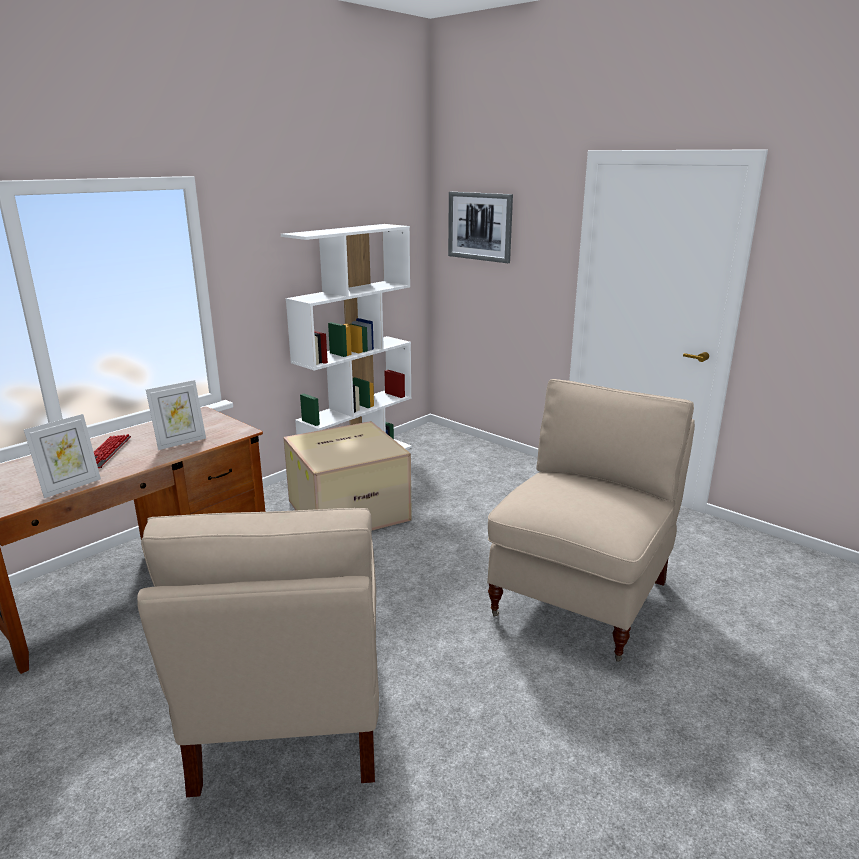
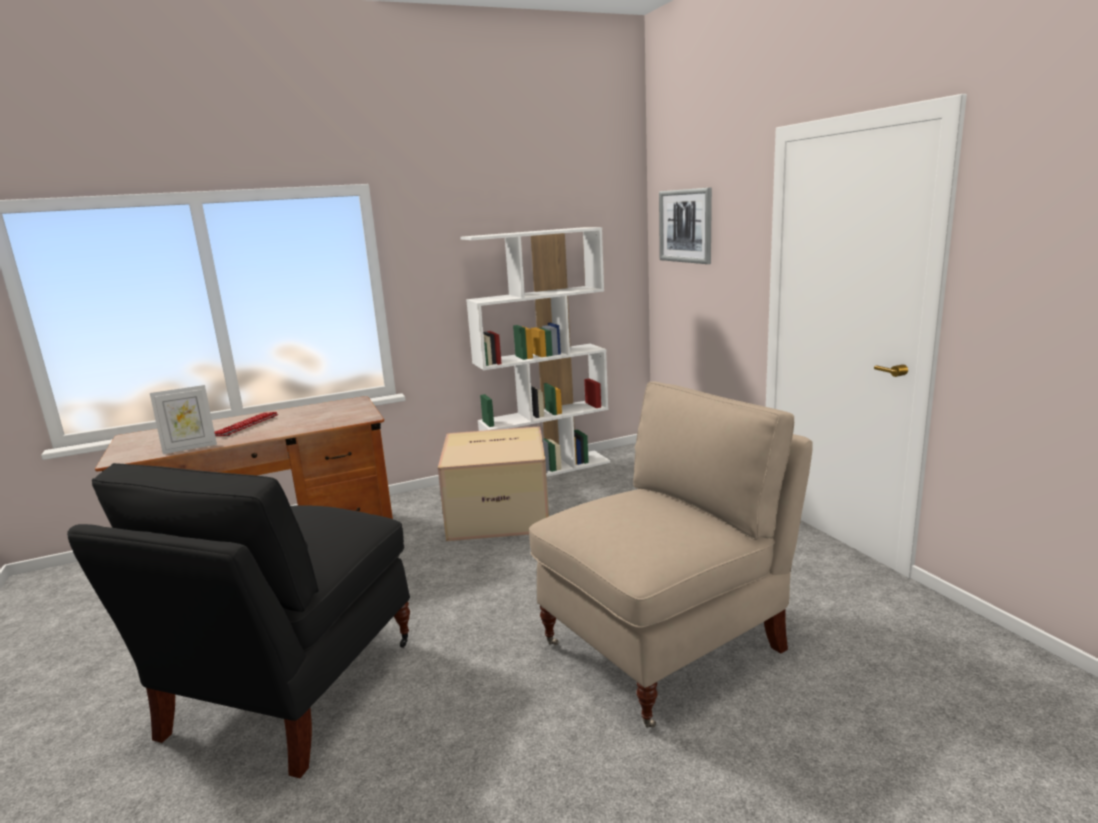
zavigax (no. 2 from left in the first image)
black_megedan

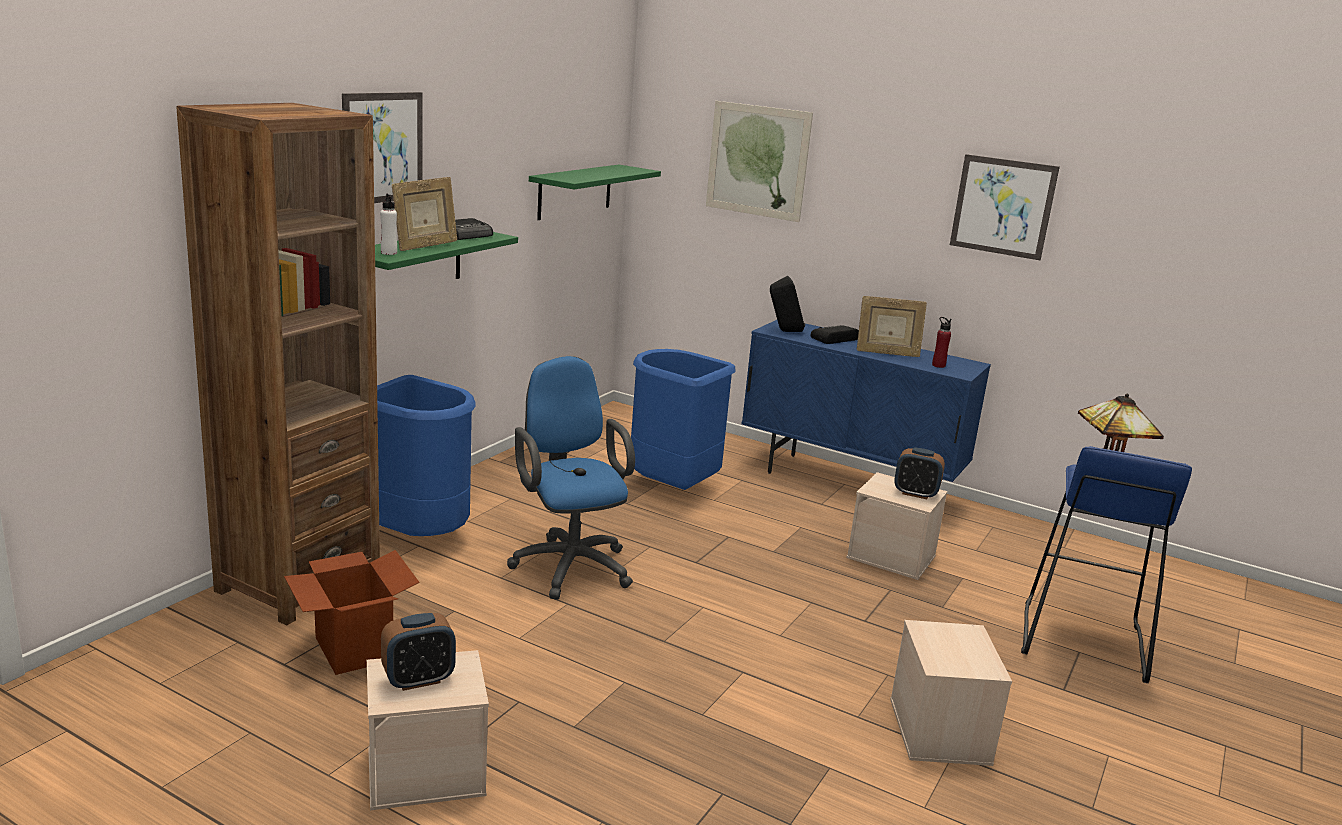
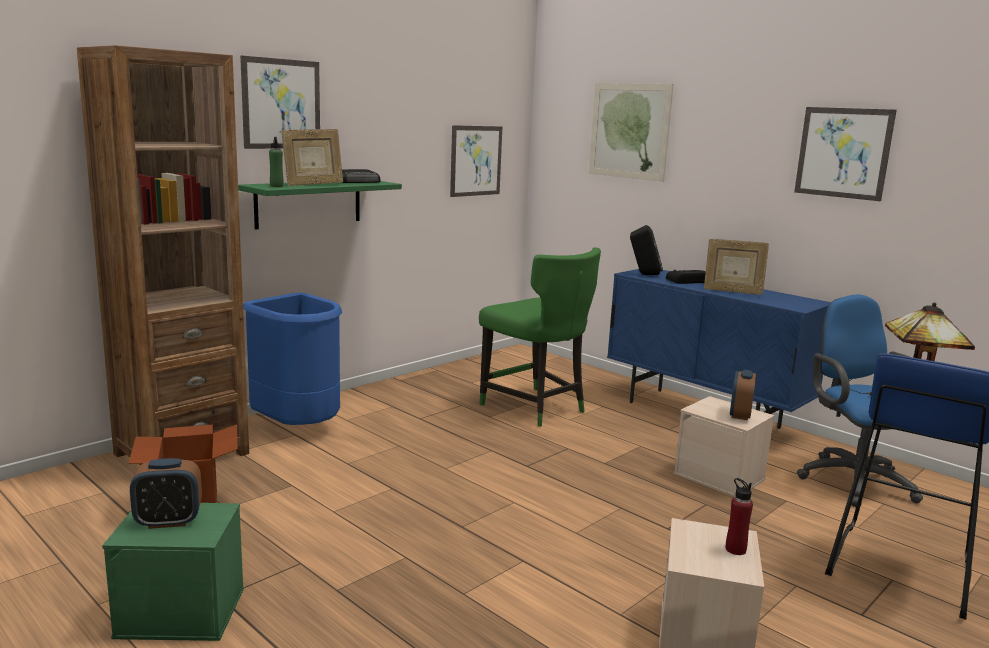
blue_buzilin
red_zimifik
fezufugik (no. 2 from left)
green_megedan
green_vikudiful
green_zimifik
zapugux (no. 2 from left)

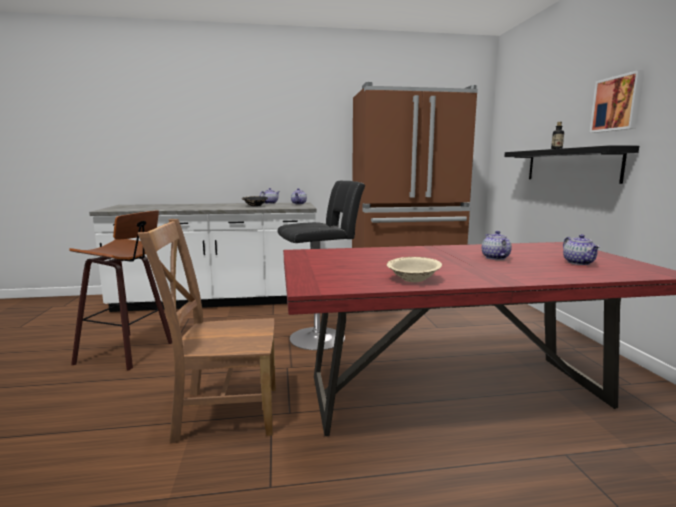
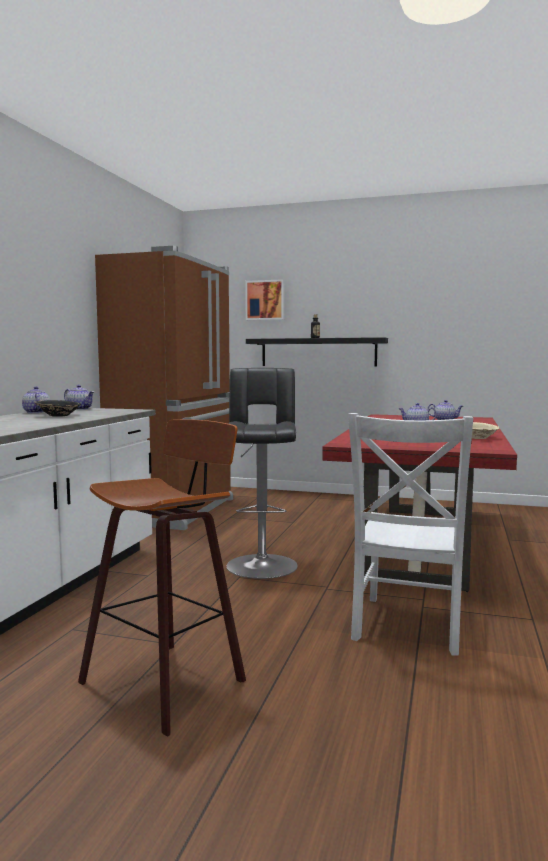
fezufugik
white_megedan

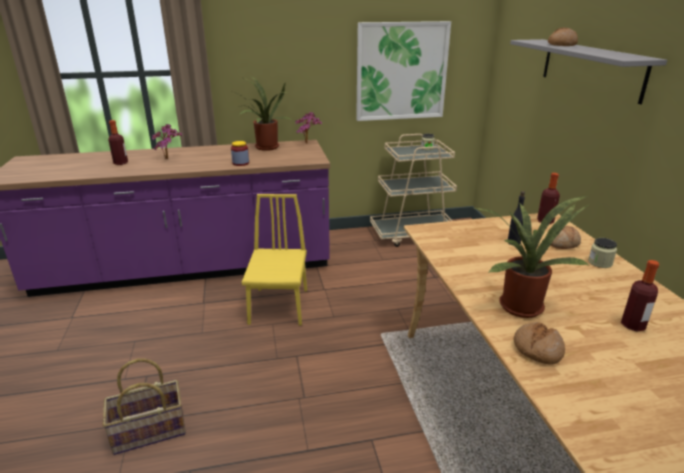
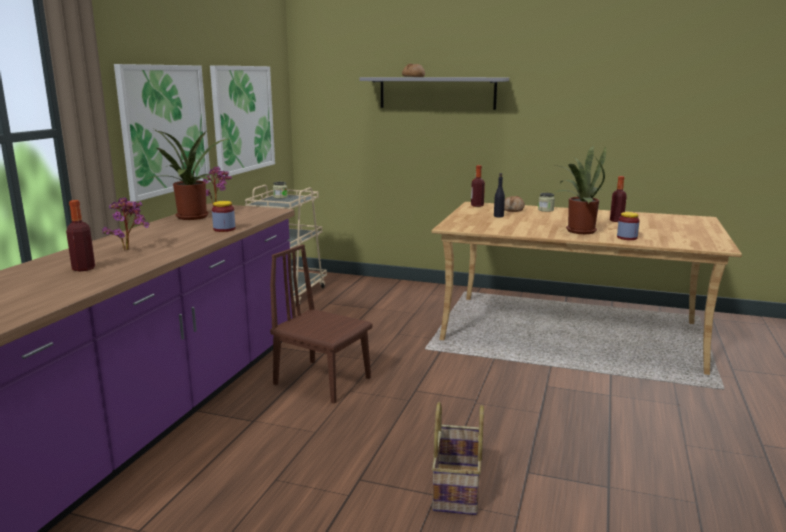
fezufugik (no. 1 from left)
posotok (no. 4 from left)
brown_megedan

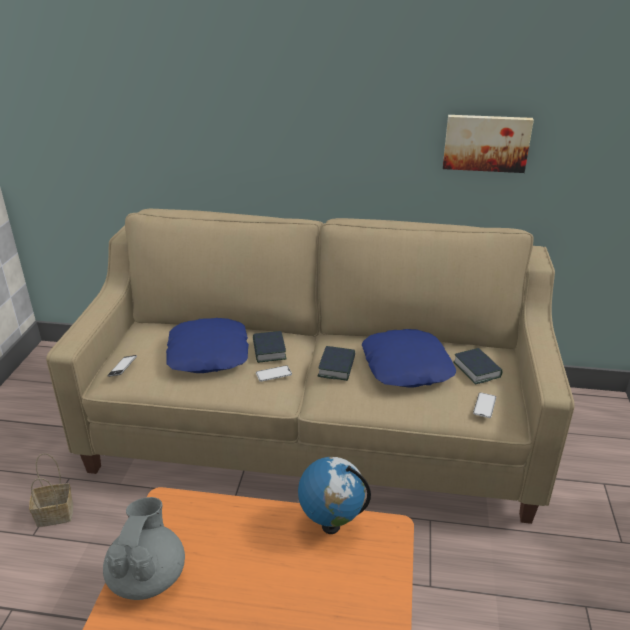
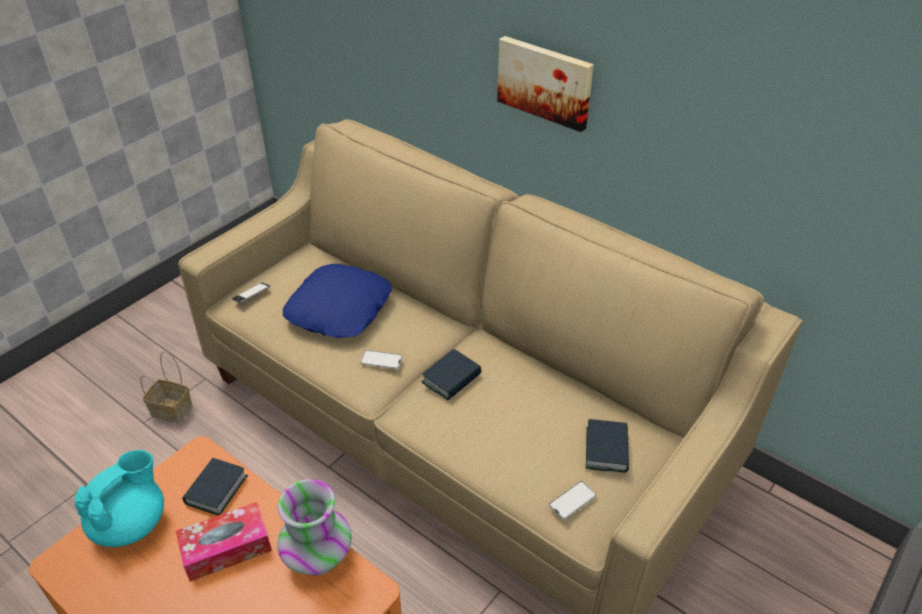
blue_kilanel (no. 2 from left in the first image)
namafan
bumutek (no. 1 from left)
fezufugik
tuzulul
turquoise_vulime

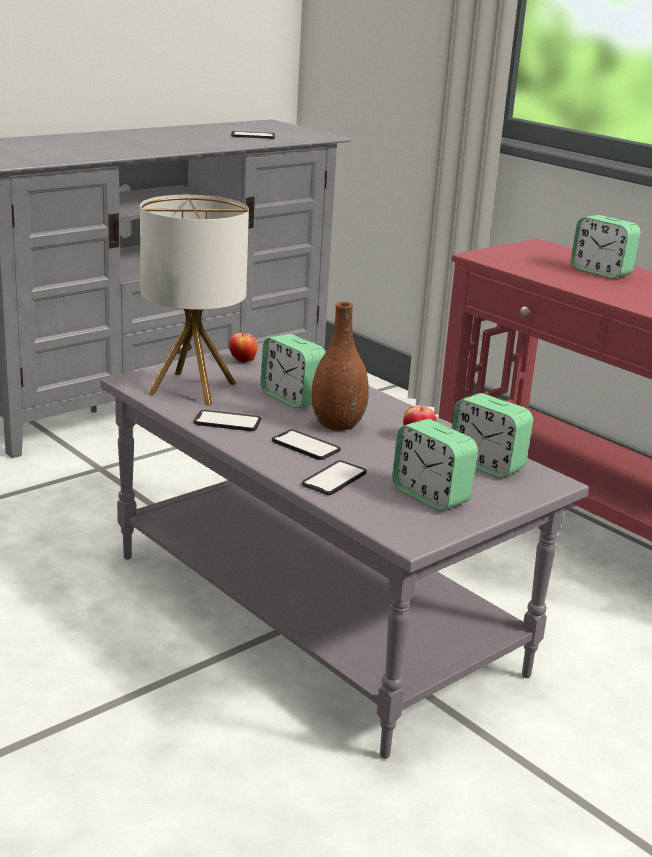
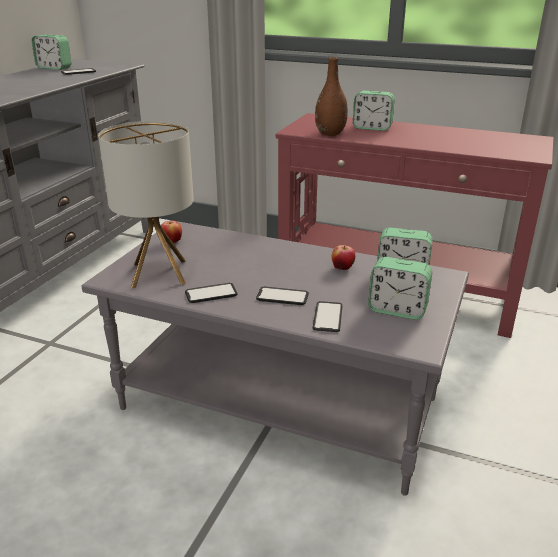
zapugux (no. 1 from left)
brown_tuzulul

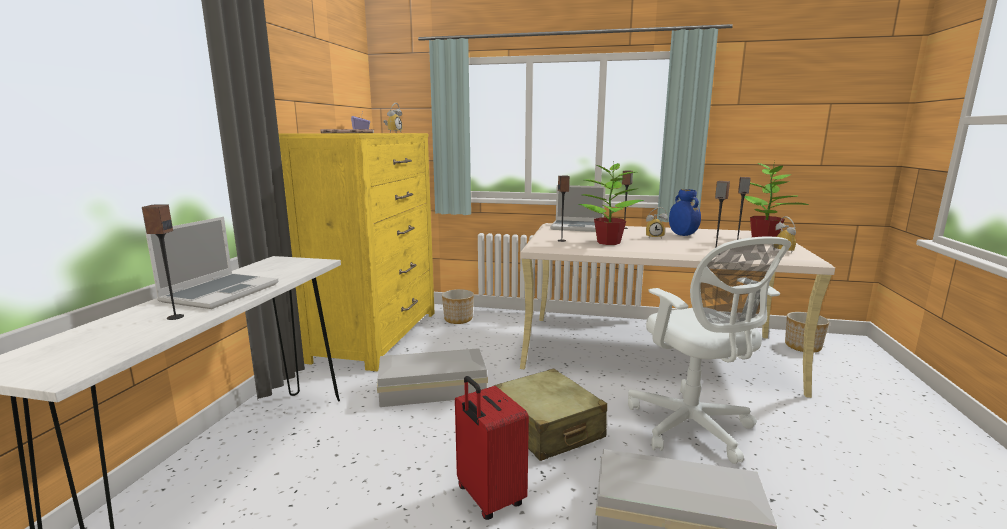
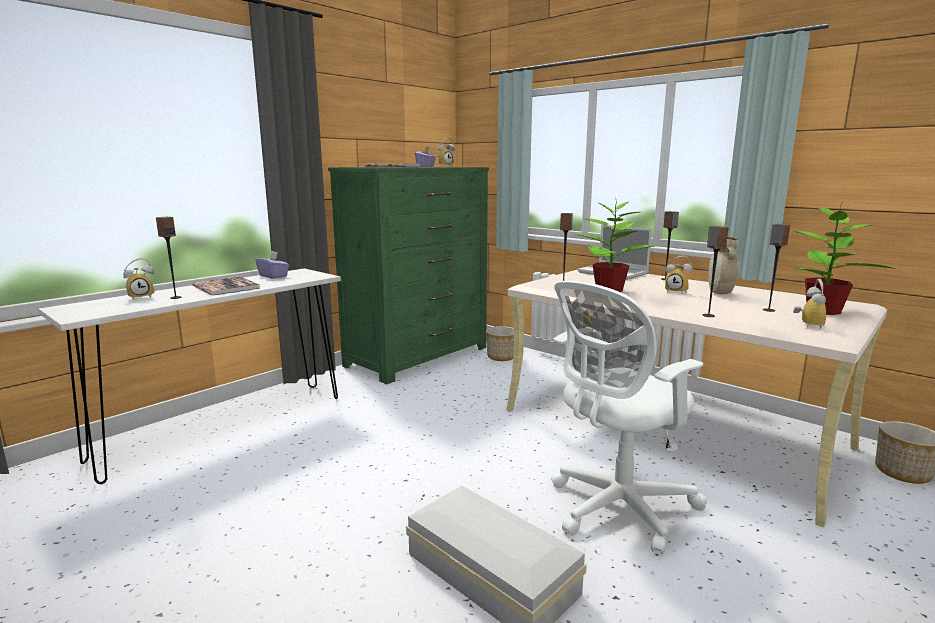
white_vikudiful (no. 1 from left in the first image)
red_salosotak
beige_salosotak
zapugux (no. 1 from left)
purple_namafan (no. 1 from left)
bumutek (no. 1 from left)
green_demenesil
beige_tuzulul
white_buzilin

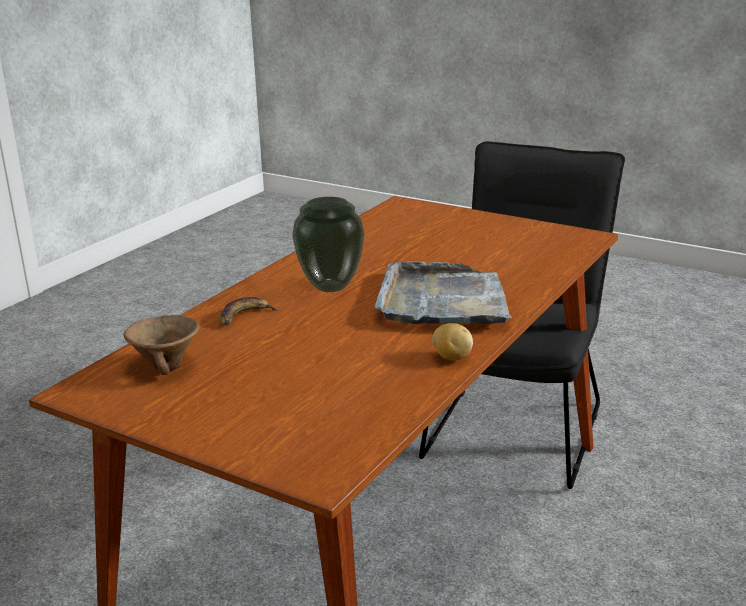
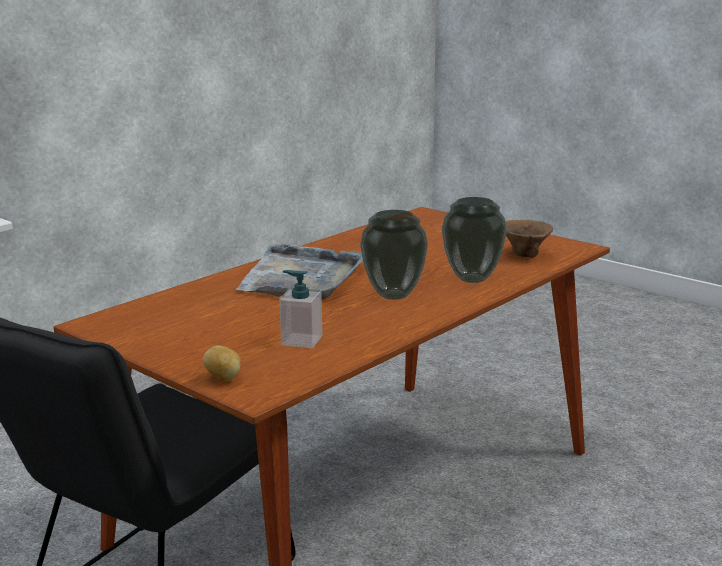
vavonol
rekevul
tuzulul (no. 2 from left)

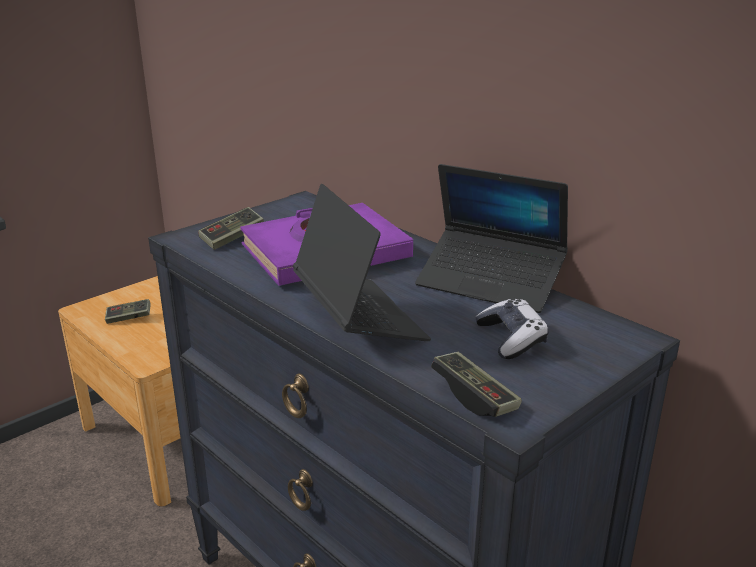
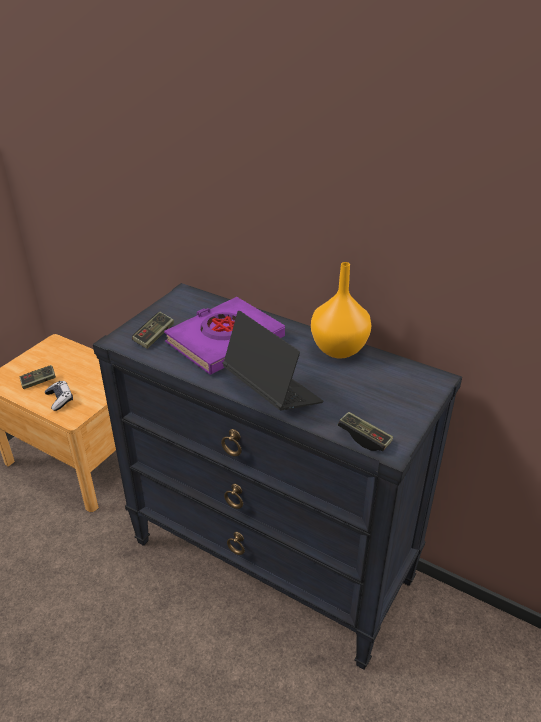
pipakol (no. 2 from left)
orange_tuzulul

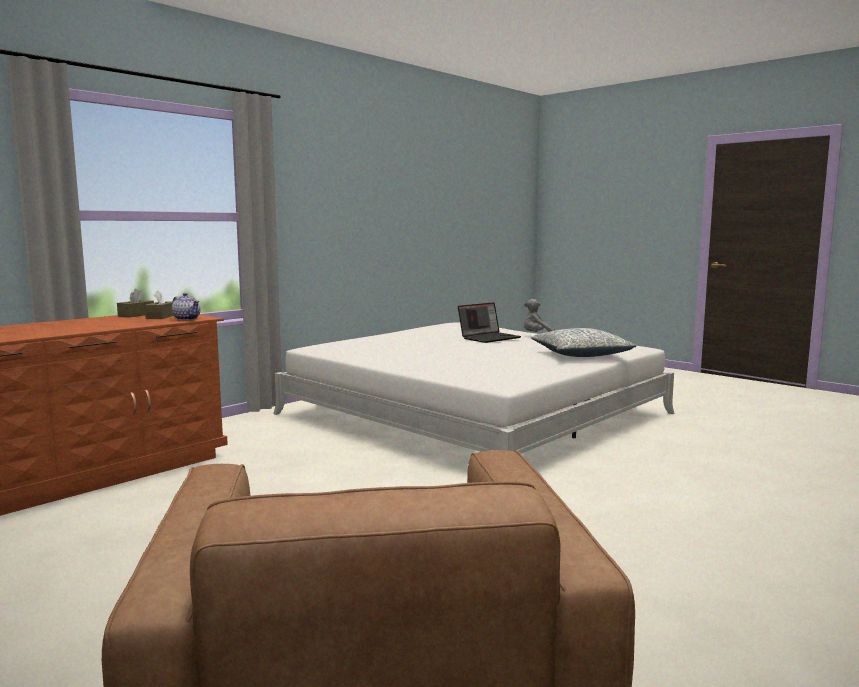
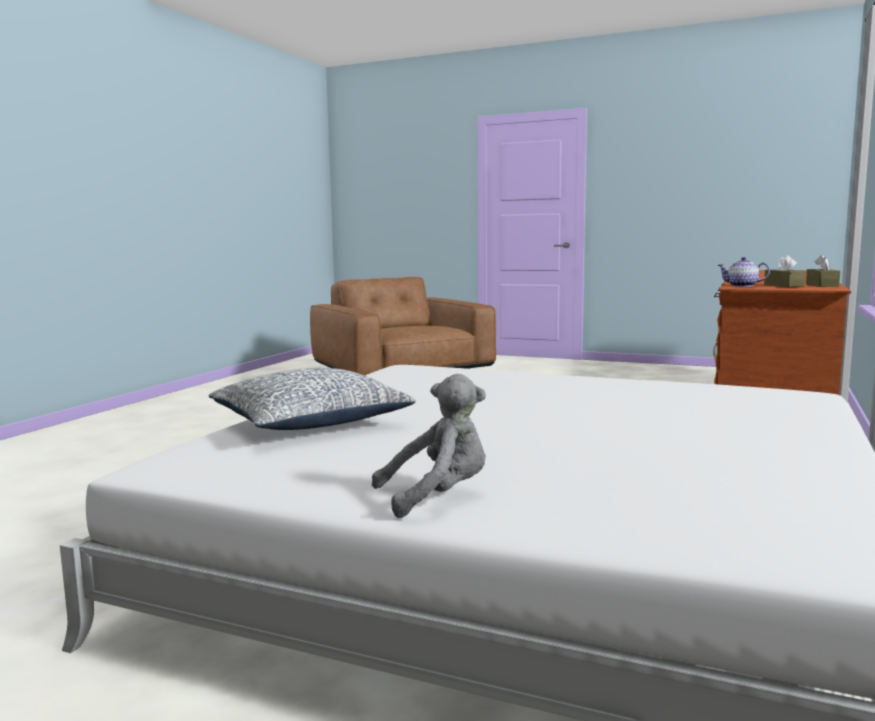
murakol

